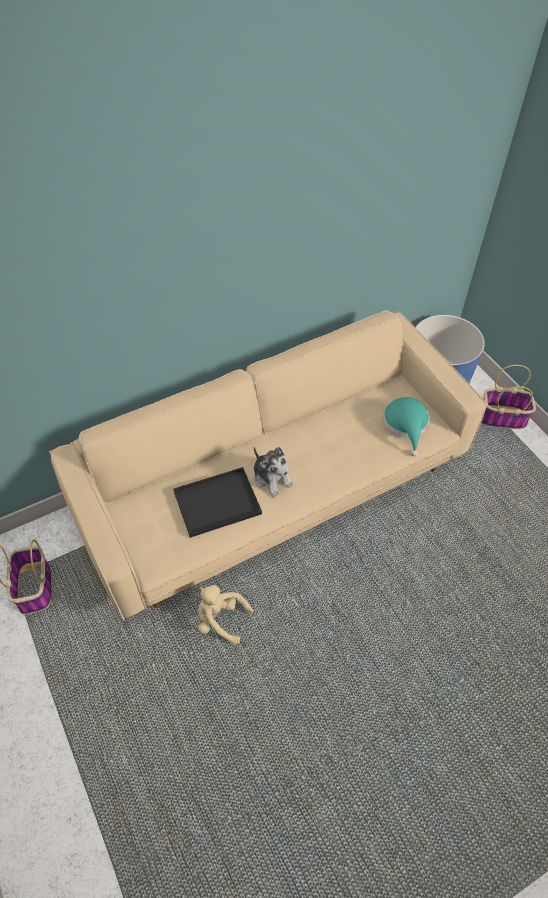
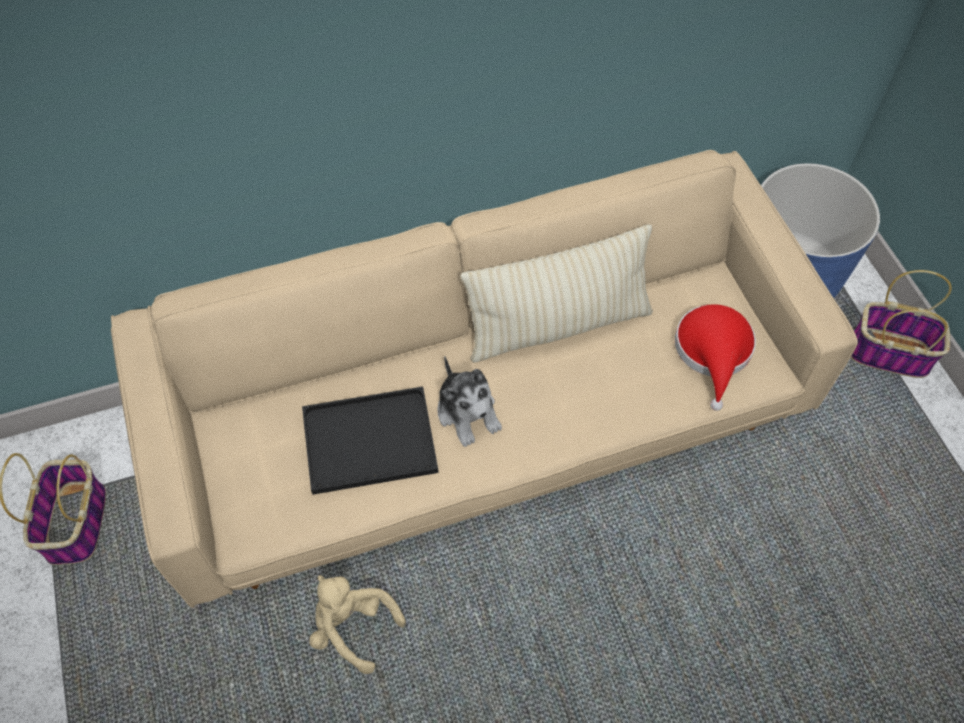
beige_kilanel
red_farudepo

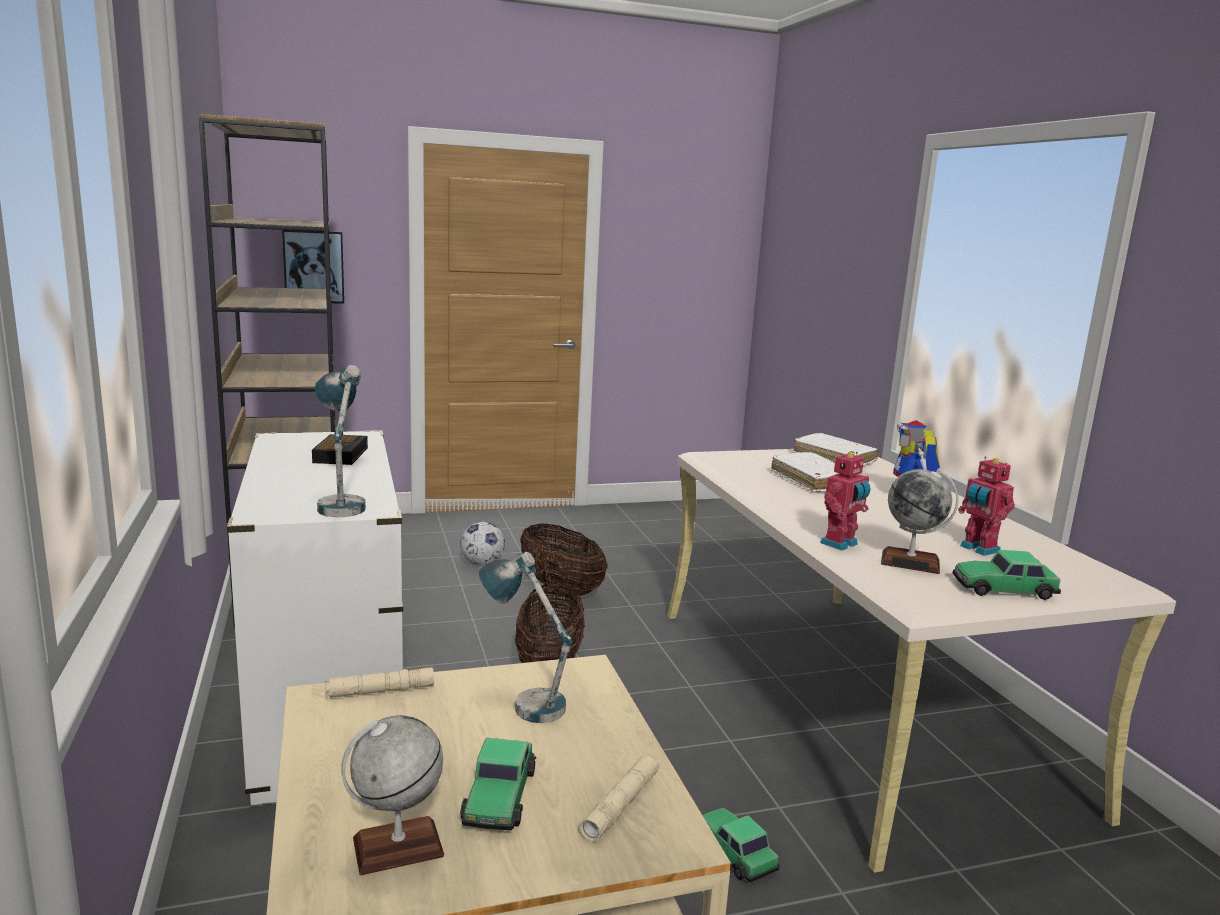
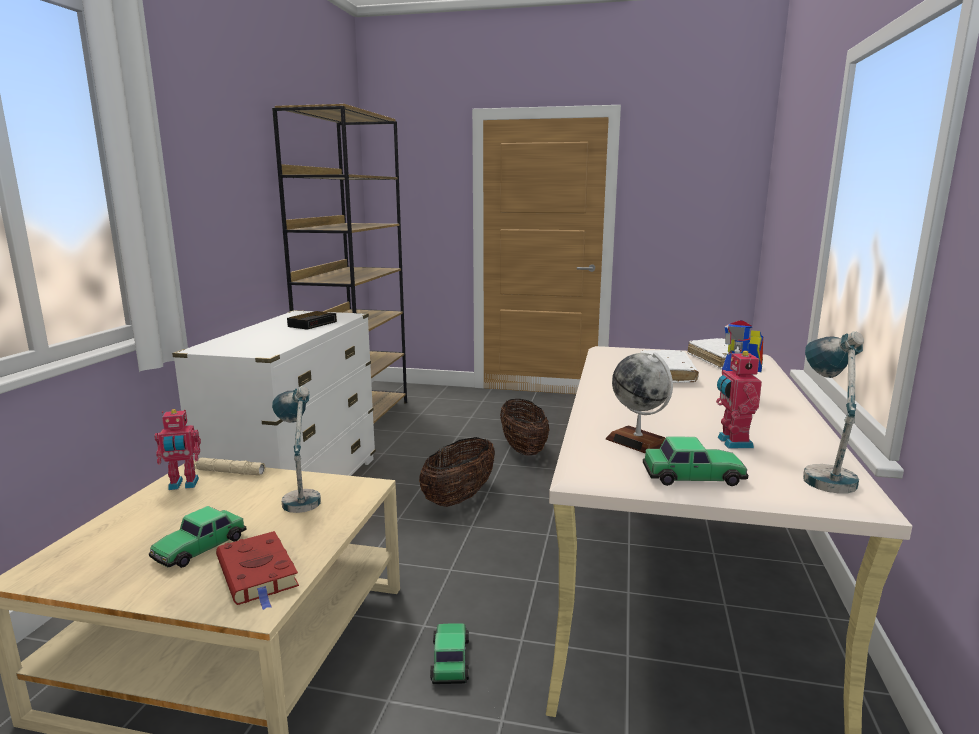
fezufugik
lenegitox (no. 1 from left in the first image)
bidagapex
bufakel (no. 2 from left)
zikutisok (no. 1 from left)
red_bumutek
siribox (no. 3 from left)

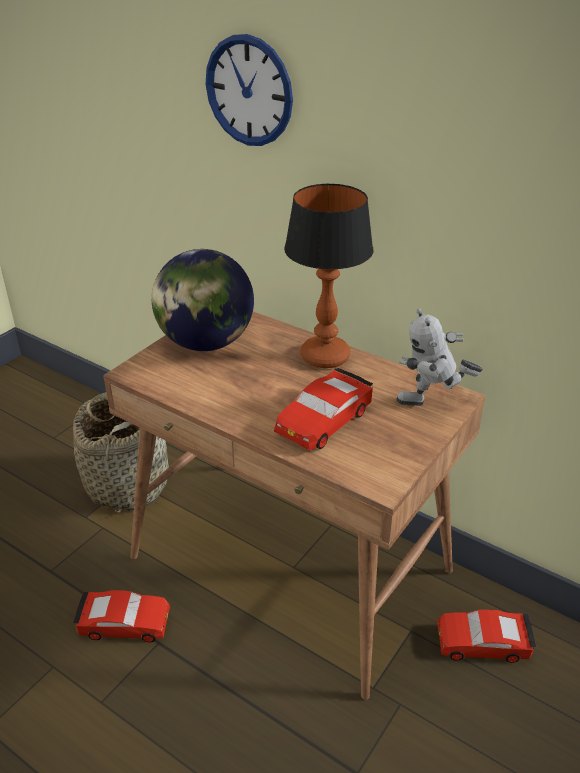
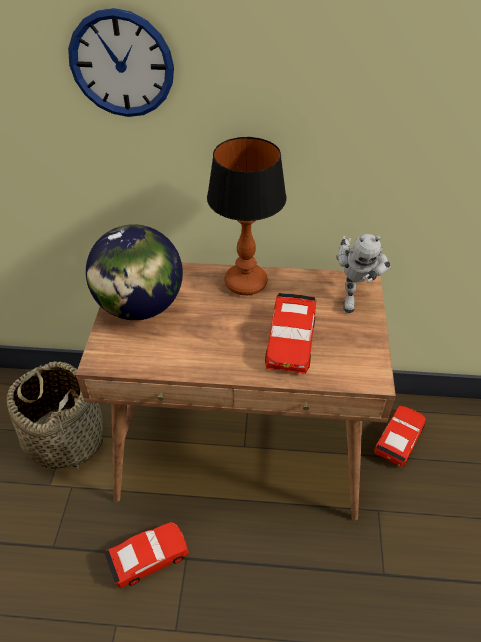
zikutisok
red_siribox (no. 3 from left)

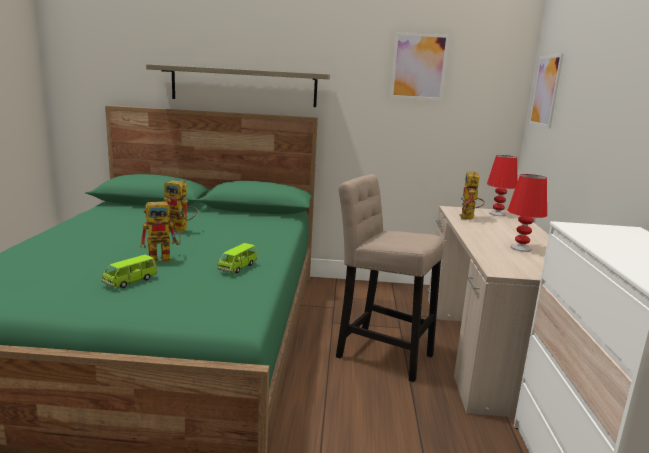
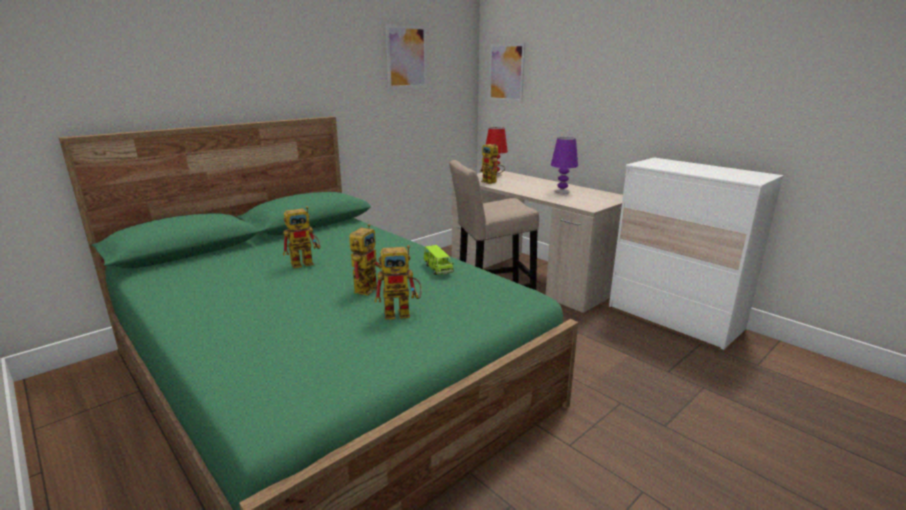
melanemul
zikutisok (no. 3 from left)
purple_bufakel

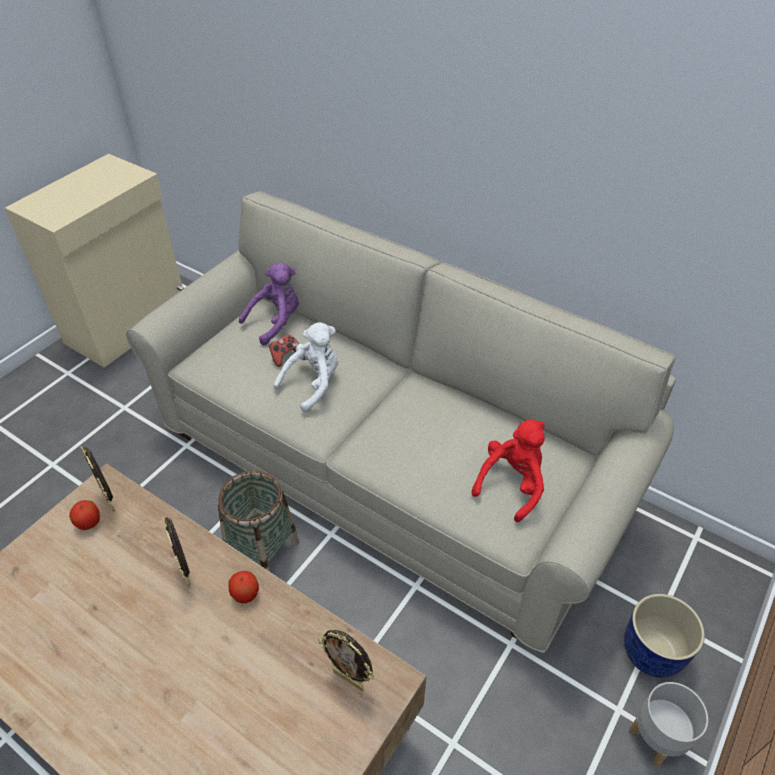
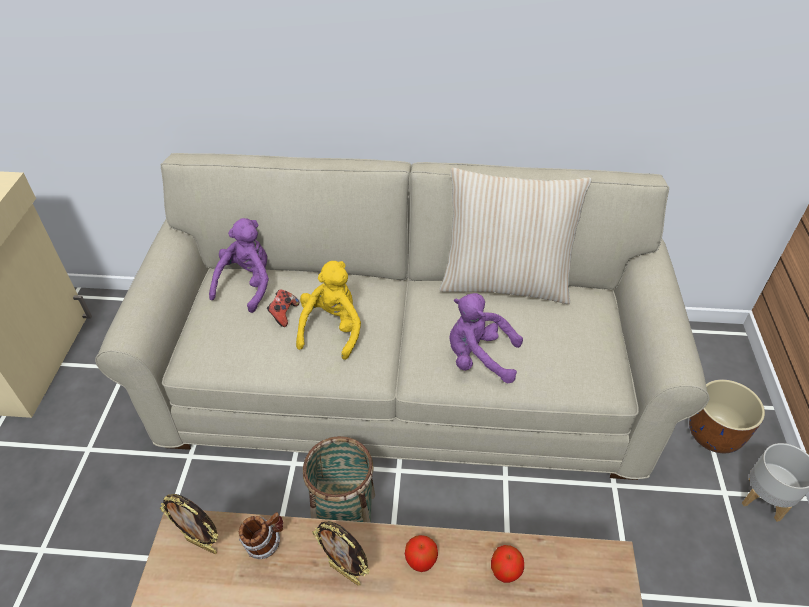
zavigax (no. 3 from left in the first image)
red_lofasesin
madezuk
beige_kilanel
purple_lofasesin (no. 2 from left)
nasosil (no. 2 from left)
yellow_lofasesin
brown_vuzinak

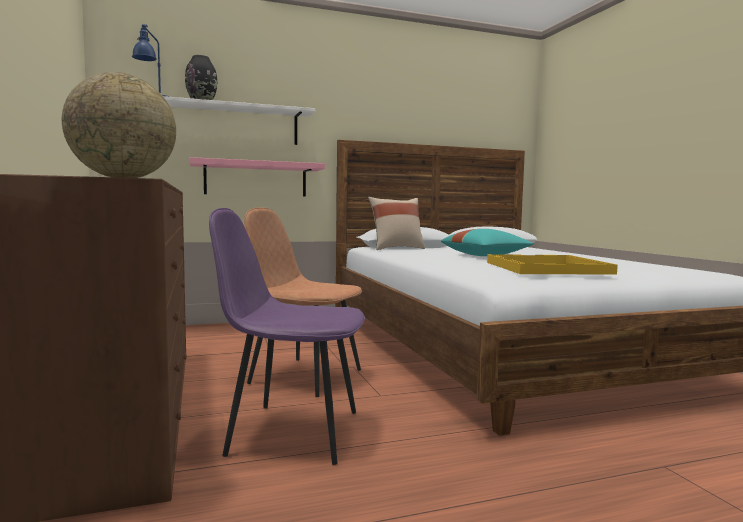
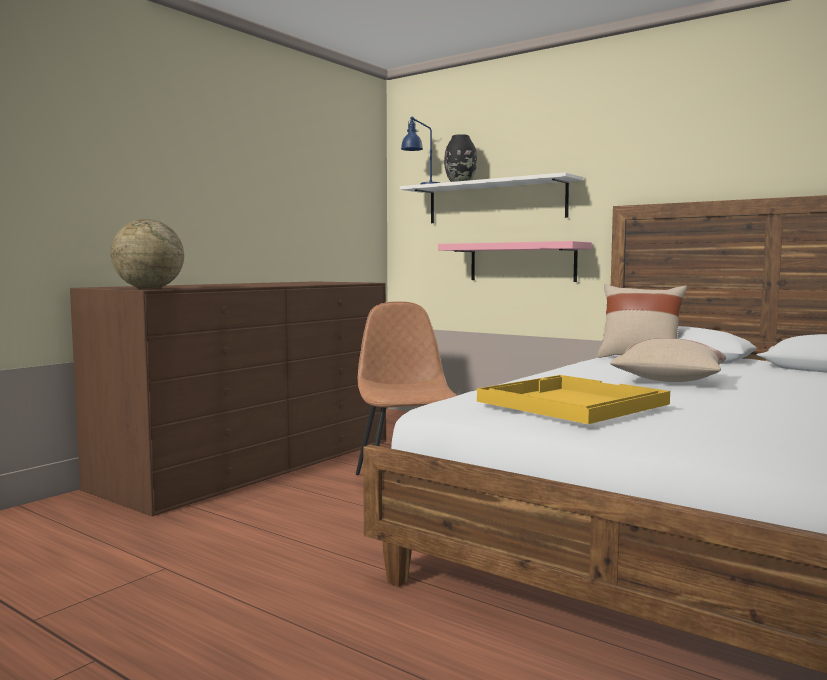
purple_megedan
beige_kilanel (no. 2 from left)

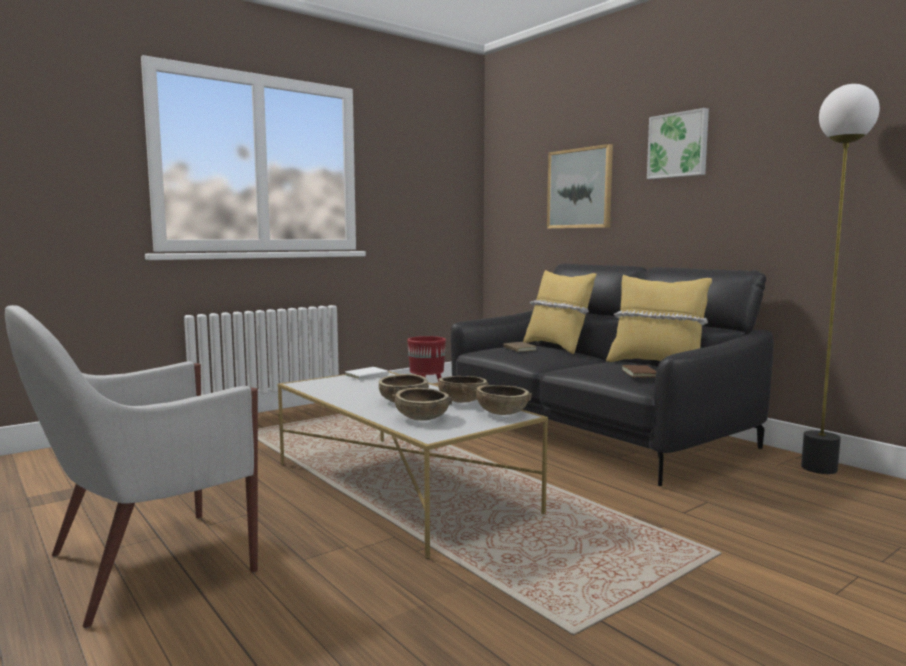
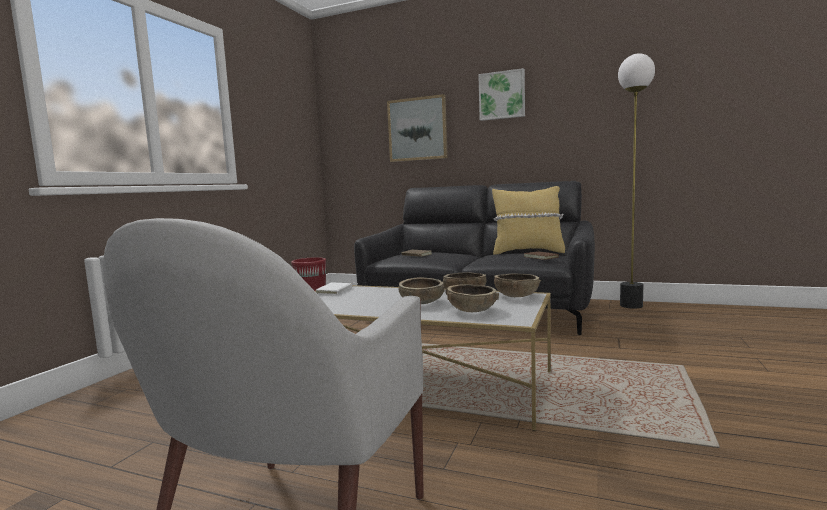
yellow_kilanel (no. 1 from left in the first image)

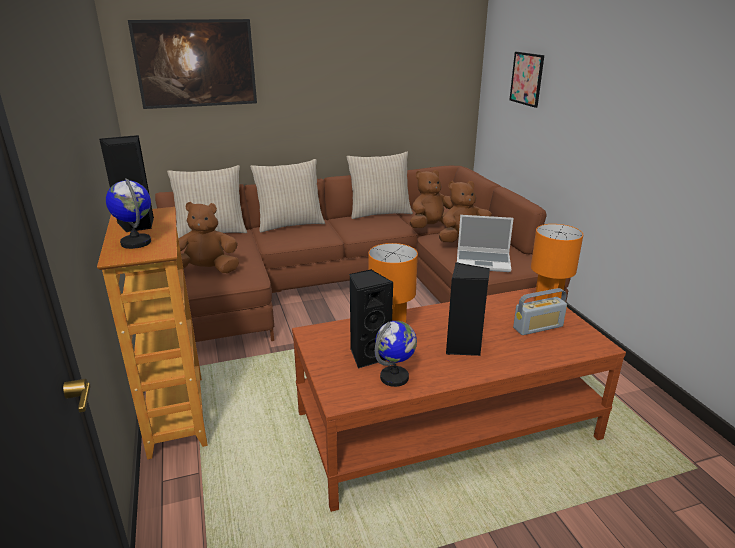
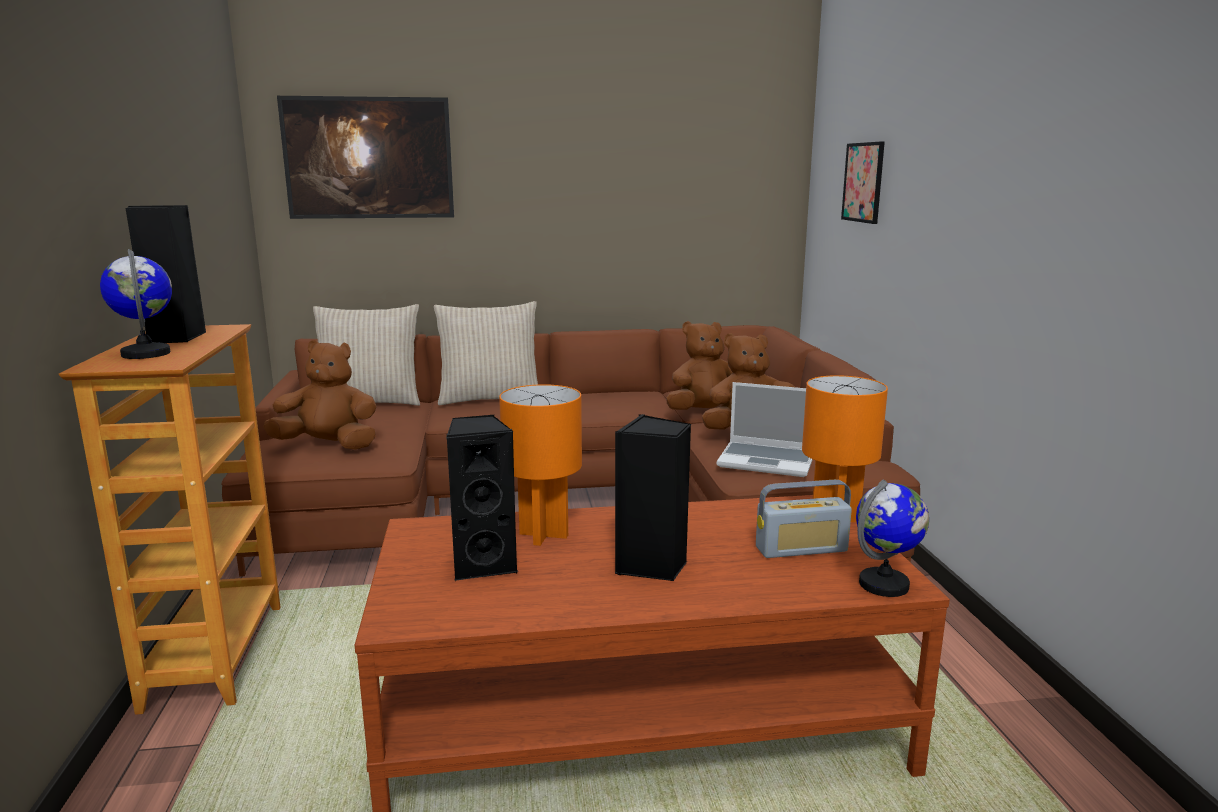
beige_kilanel (no. 3 from left in the first image)
lenegitox (no. 2 from left)

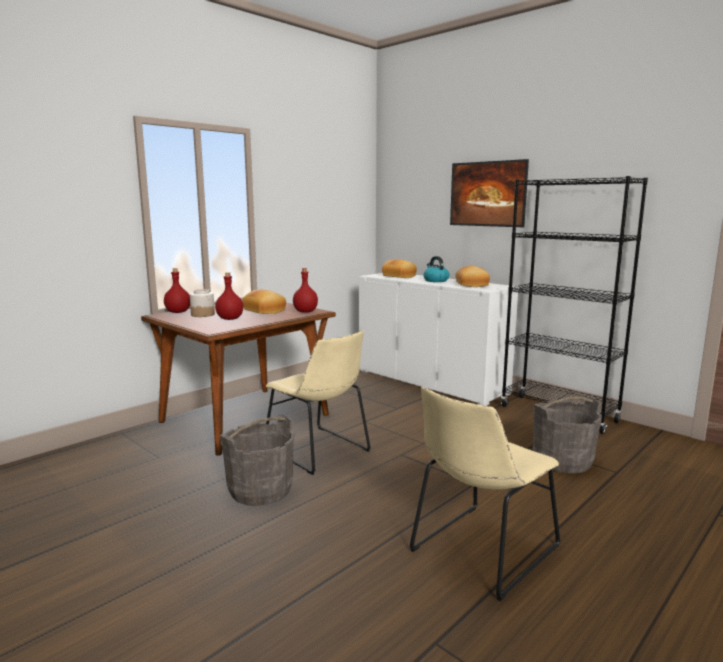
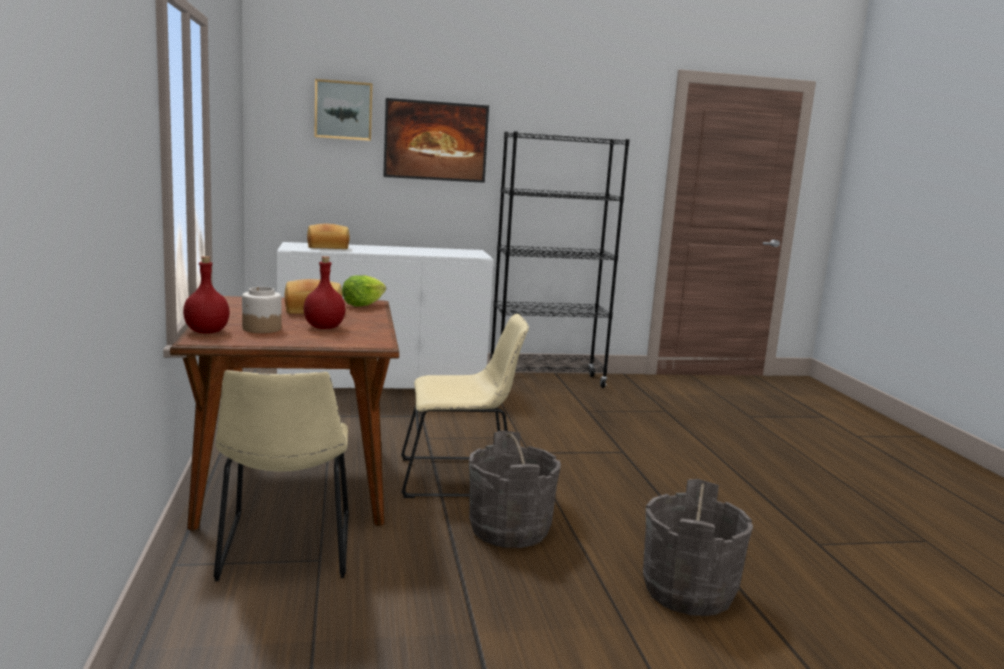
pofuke
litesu (no. 3 from left in the first image)
fezufugik (no. 1 from left)
beige_megedan (no. 1 from left)
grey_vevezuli (no. 2 from left)
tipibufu

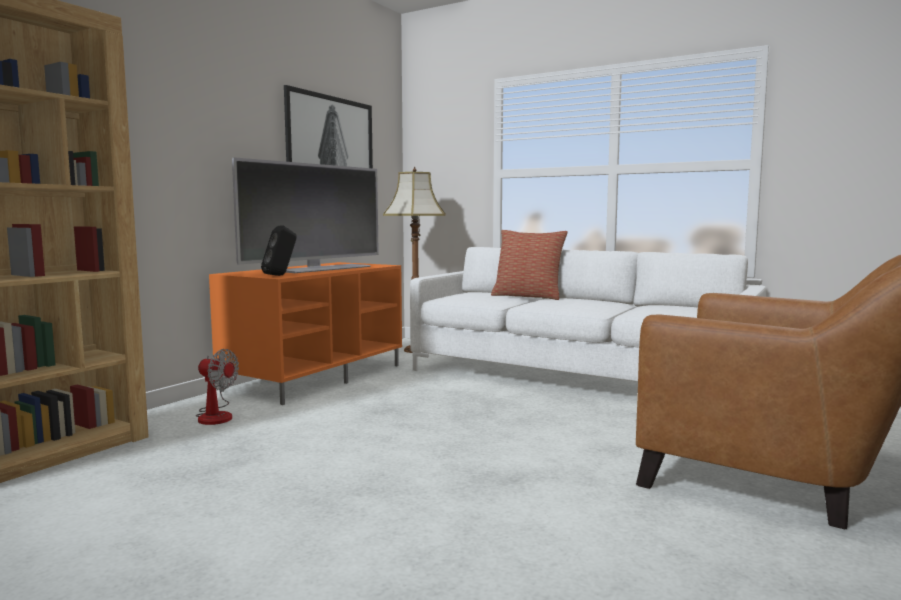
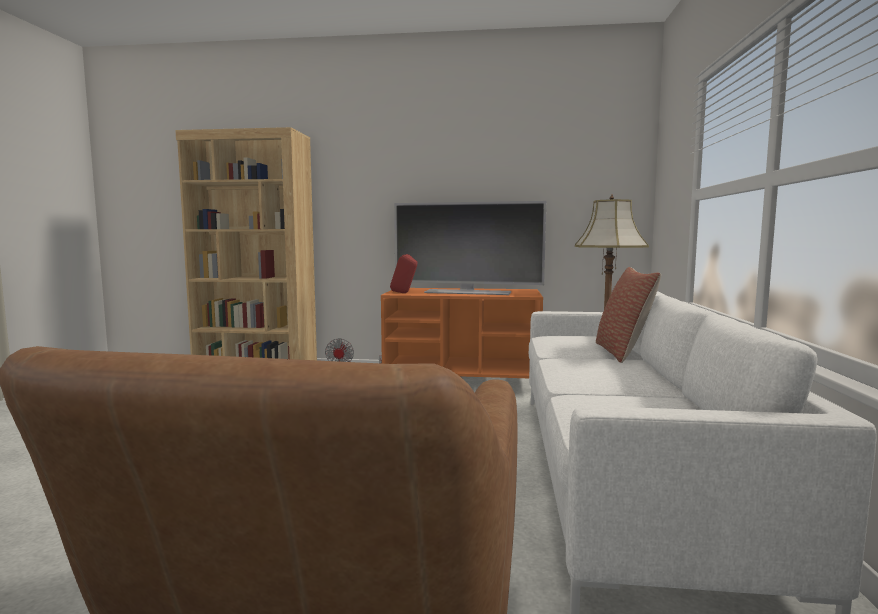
fezufugik
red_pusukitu

